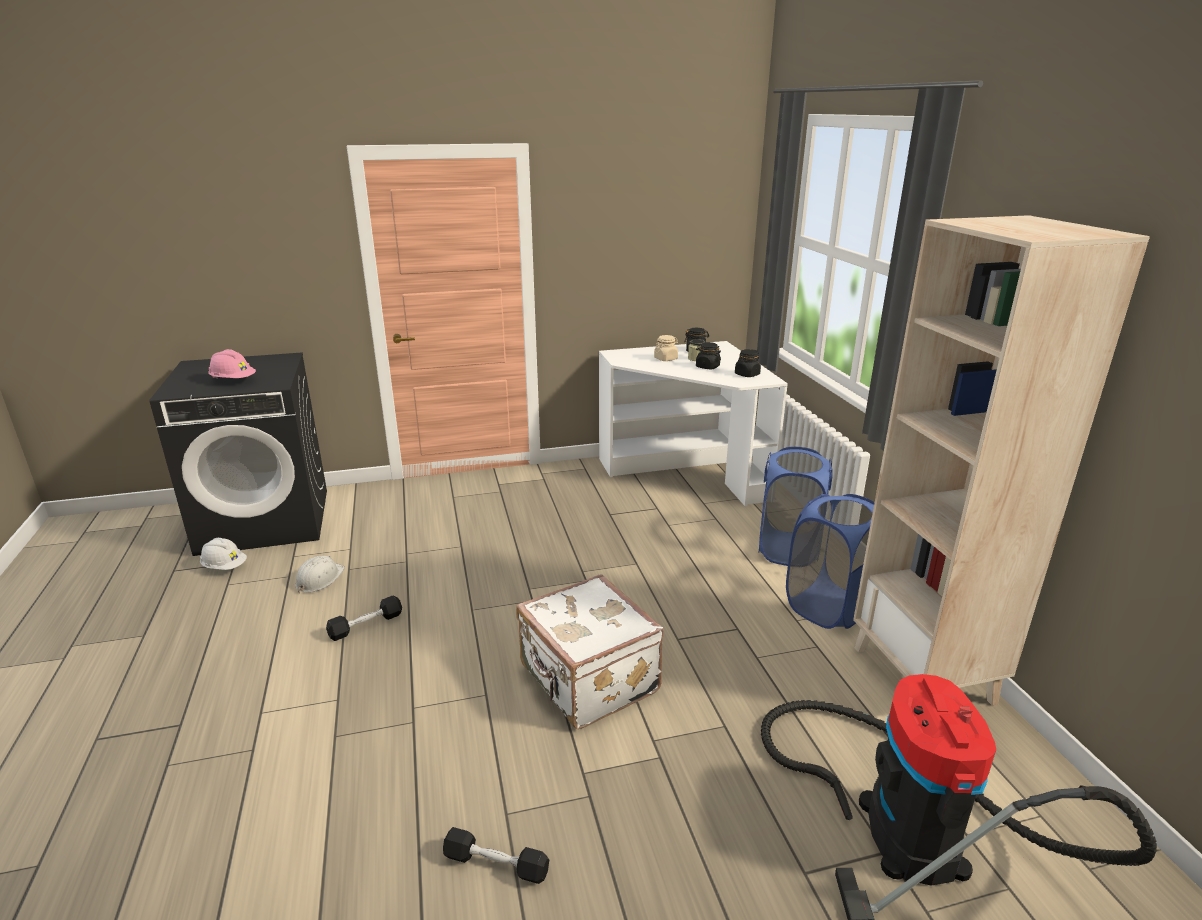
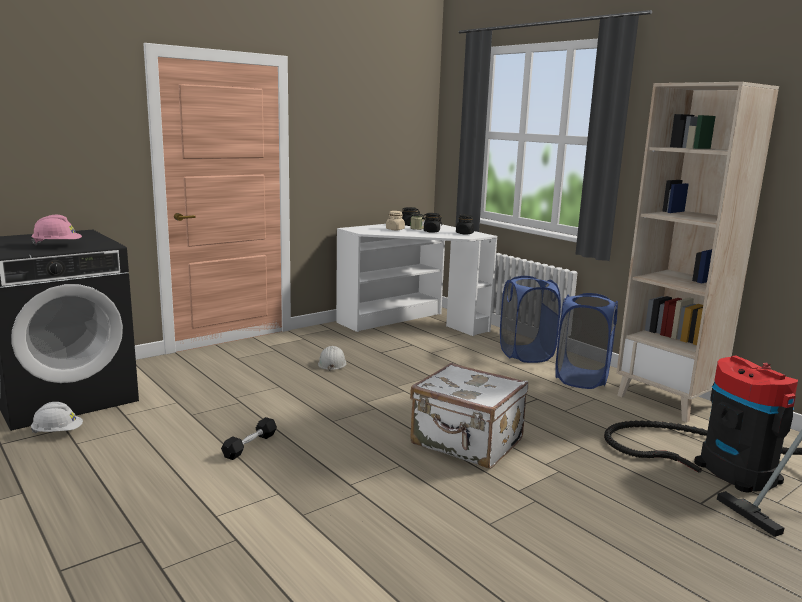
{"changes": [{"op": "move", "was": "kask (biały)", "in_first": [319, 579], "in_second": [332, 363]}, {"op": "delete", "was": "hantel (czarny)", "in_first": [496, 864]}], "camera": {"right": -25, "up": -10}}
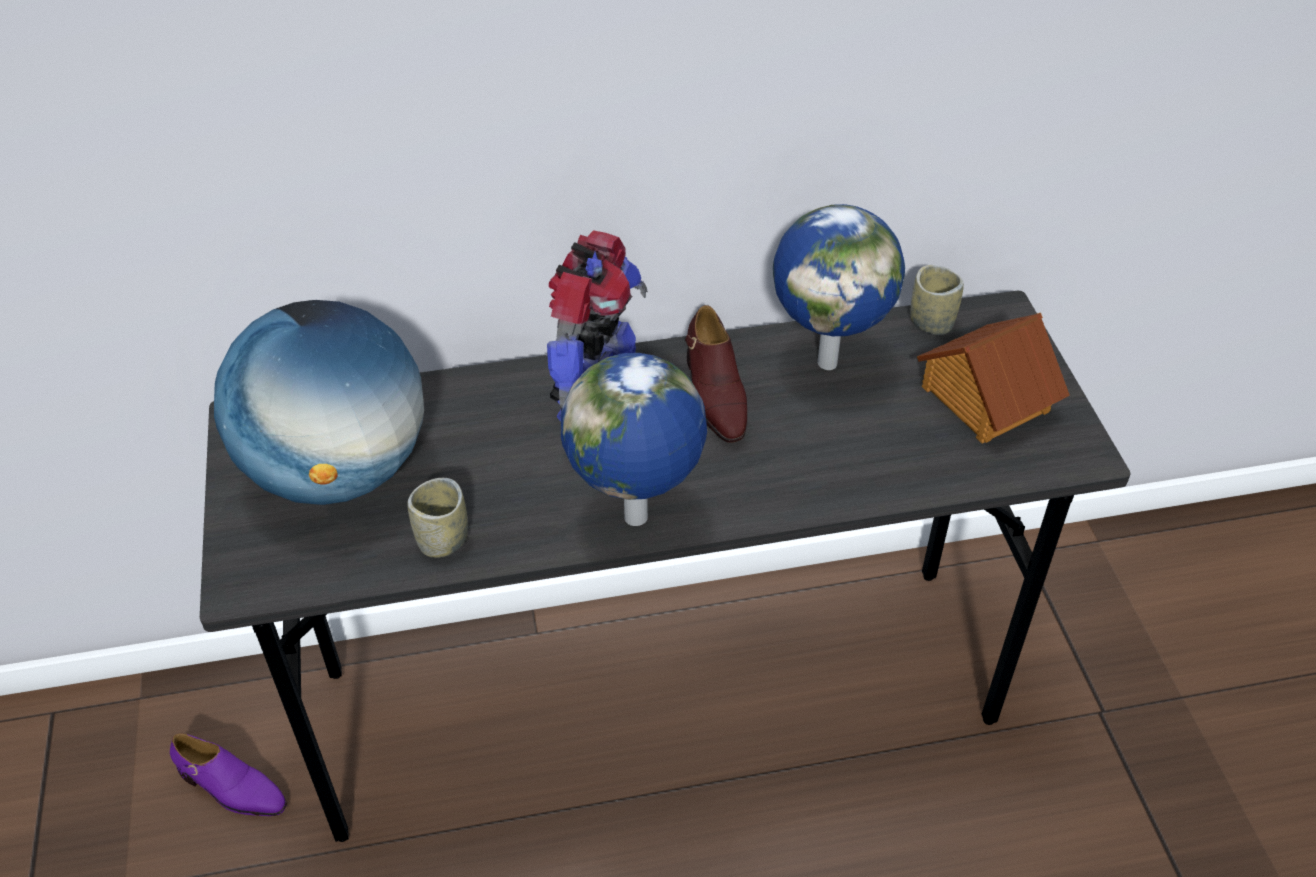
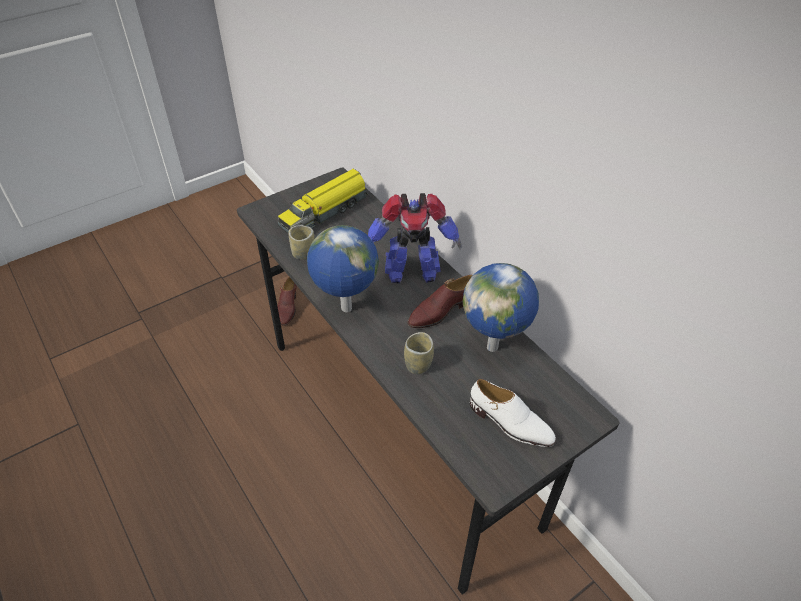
{"changes": [{"op": "move", "was": "filiżanka", "in_first": [931, 322], "in_second": [418, 364]}, {"op": "replace", "was": "globus", "now": "ciężarówka zabawkowa", "in_first": [338, 471], "in_second": [325, 212]}, {"op": "replace", "was": "domek", "now": "but (biały)", "in_first": [984, 398], "in_second": [510, 423]}, {"op": "recolor", "was": "but (fioletowy)", "now": "but (brązowy)", "in_first": [231, 788], "in_second": [287, 307]}], "camera": {"right": 65, "up": 0}}
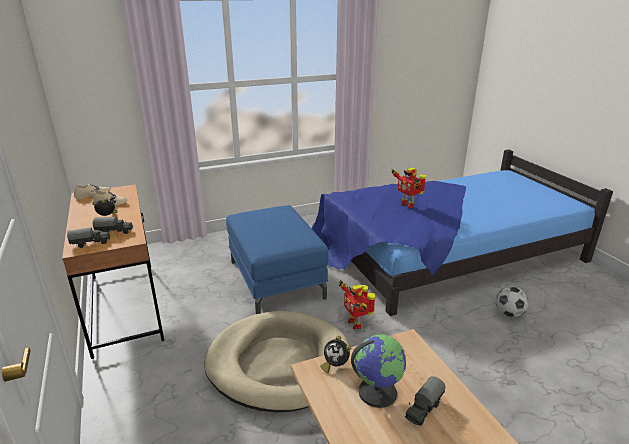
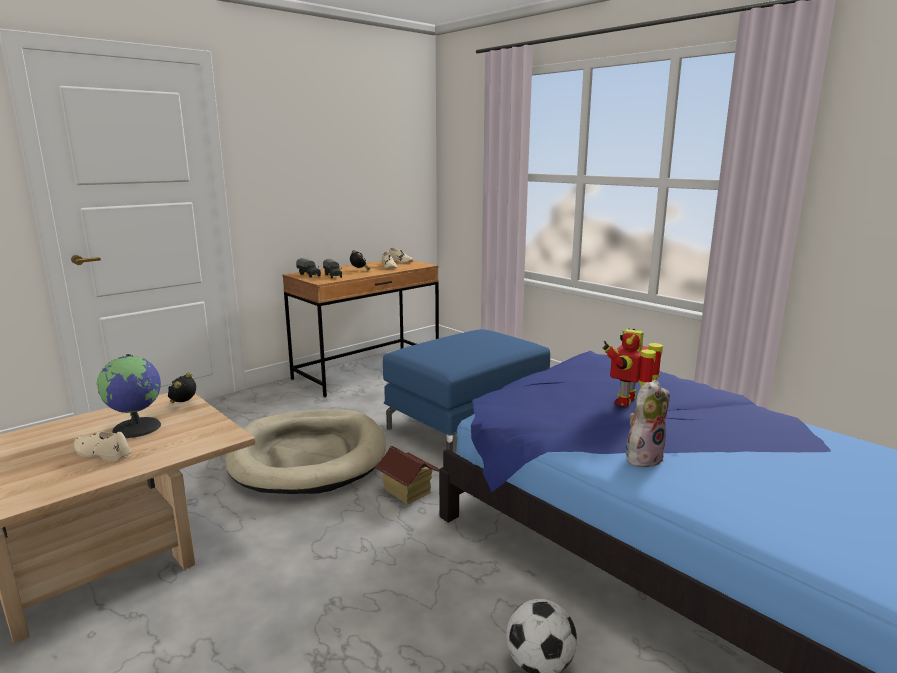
{"changes": [{"op": "replace", "was": "robot zabawkowy", "now": "domek", "in_first": [356, 323], "in_second": [407, 492]}, {"op": "replace", "was": "ciężarówka zabawkowa", "now": "but (beżowy)", "in_first": [423, 409], "in_second": [101, 452]}, {"op": "insert", "now": "pluszak", "in_second": [643, 457]}], "camera": {"right": 70, "up": -10}}
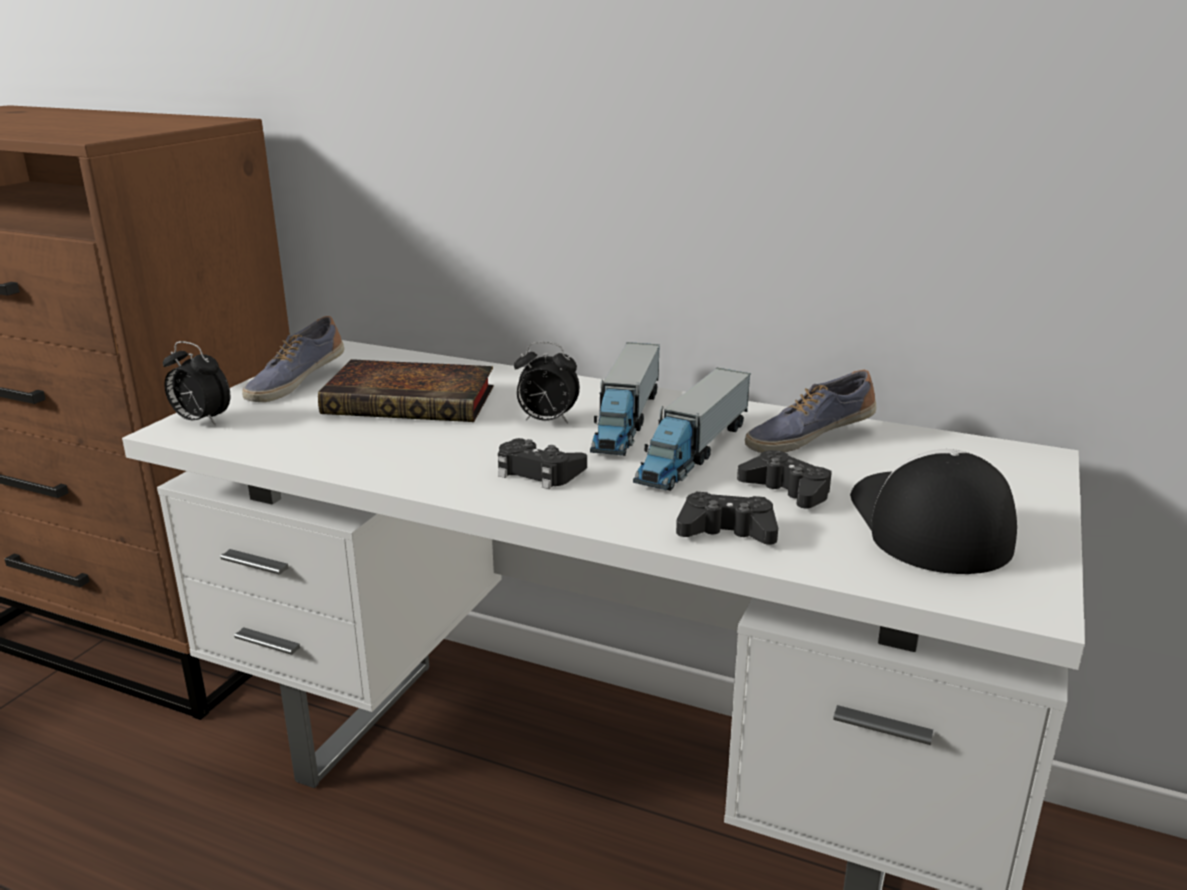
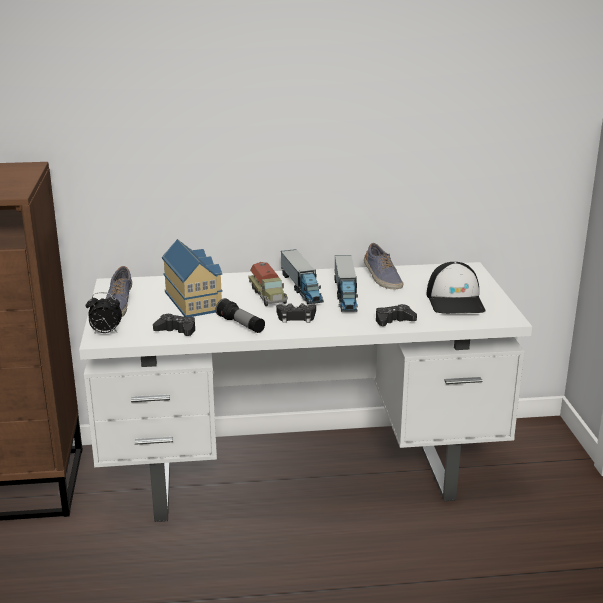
{"changes": [{"op": "replace", "was": "budzik", "now": "ciężarówka zabawkowa", "in_first": [546, 421], "in_second": [268, 296]}, {"op": "replace", "was": "książka", "now": "domek", "in_first": [415, 401], "in_second": [195, 300]}, {"op": "rotate", "was": "but", "in_first": [808, 437], "in_second": [381, 278], "clockwise": -60}, {"op": "rotate", "was": "czapka z daszkiem", "in_first": [927, 523], "in_second": [456, 301], "clockwise": -150}, {"op": "move", "was": "pad do gier (czarny)", "in_first": [786, 490], "in_second": [176, 330]}, {"op": "insert", "now": "latarka", "in_second": [241, 325]}], "camera": {"right": -30, "up": 0}}
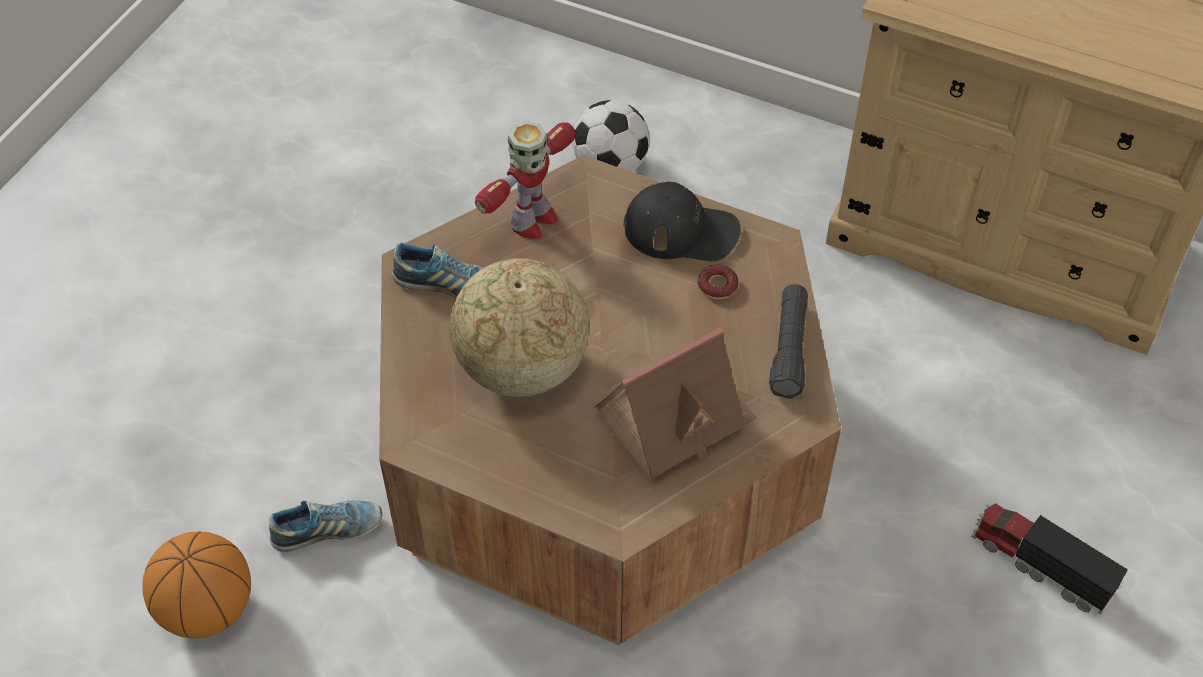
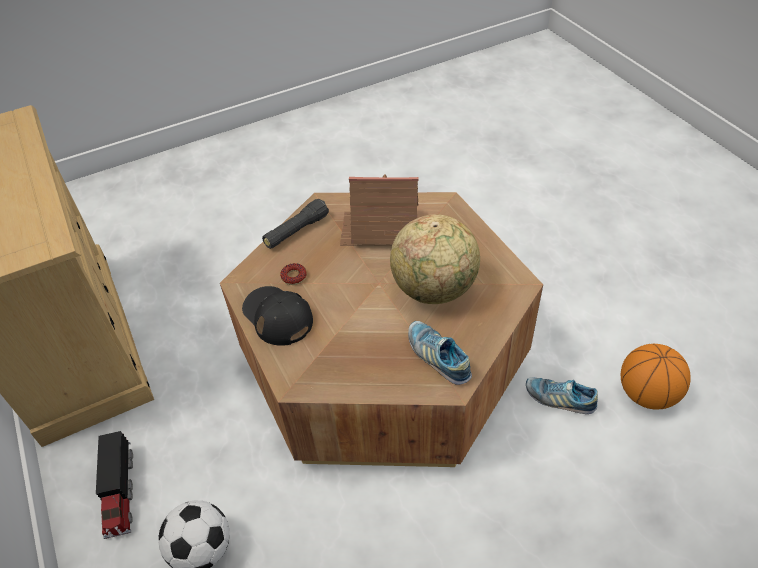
{"changes": [{"op": "delete", "was": "robot zabawkowy", "in_first": [532, 221]}, {"op": "move", "was": "ciężarówka zabawkowa", "in_first": [1040, 564], "in_second": [119, 492]}], "camera": {"right": -140, "up": -5}}
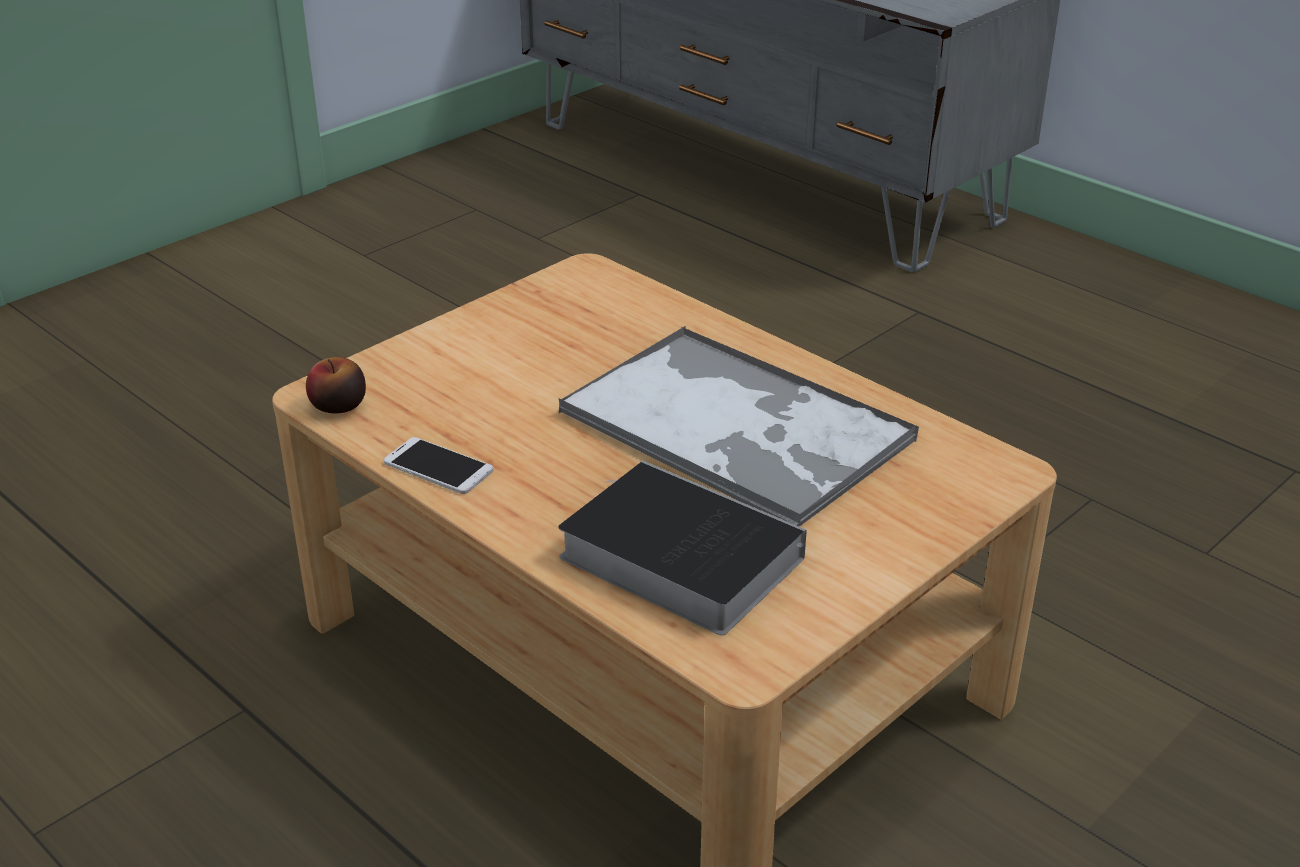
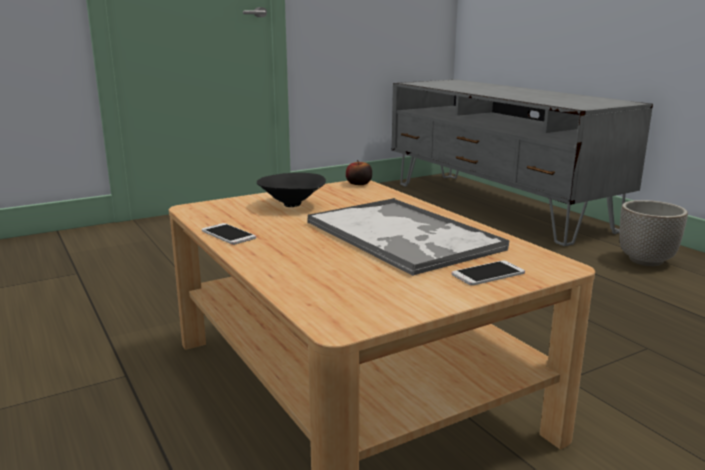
{"changes": [{"op": "move", "was": "jabłko", "in_first": [338, 405], "in_second": [358, 184]}, {"op": "delete", "was": "książka", "in_first": [673, 556]}, {"op": "insert", "now": "miska (czarny)", "in_second": [293, 205]}, {"op": "insert", "now": "donica", "in_second": [646, 261]}, {"op": "insert", "now": "telefon", "in_second": [488, 274]}], "camera": {"right": 15, "up": -15}}
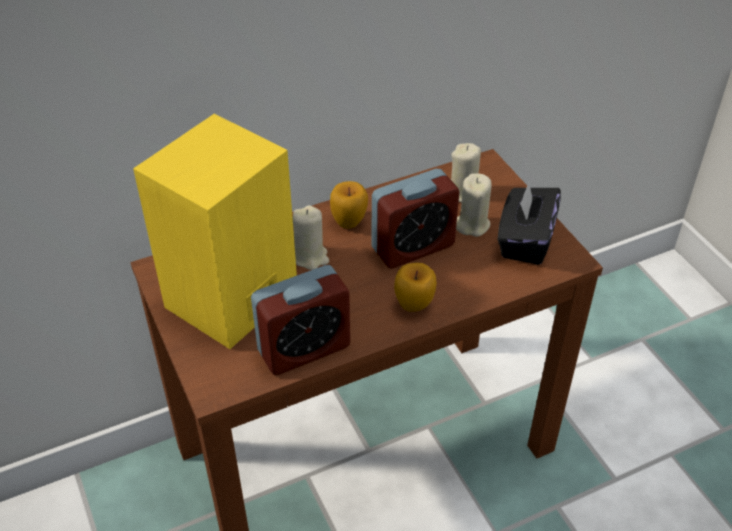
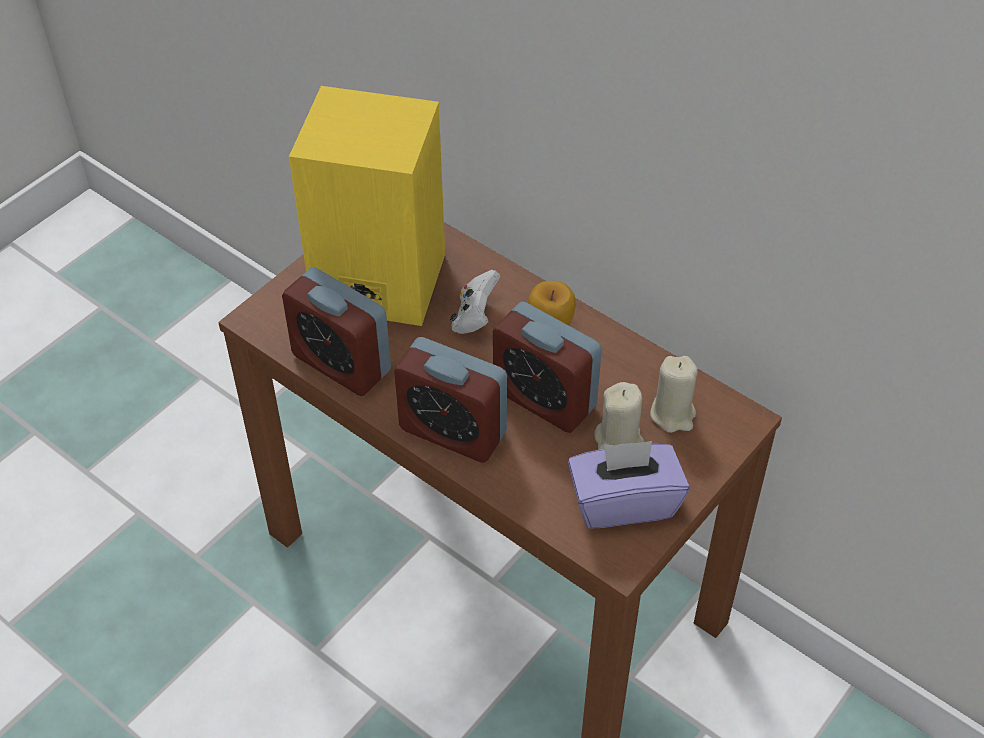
{"changes": [{"op": "recolor", "was": "pudełko chusteczek (czarny)", "now": "pudełko chusteczek (fioletowy)", "in_first": [525, 241], "in_second": [623, 502]}, {"op": "replace", "was": "świeca (beżowy)", "now": "pad do gier (biały)", "in_first": [310, 257], "in_second": [474, 317]}, {"op": "replace", "was": "jabłko", "now": "budzik", "in_first": [414, 305], "in_second": [453, 431]}], "camera": {"right": 65, "up": 5}}
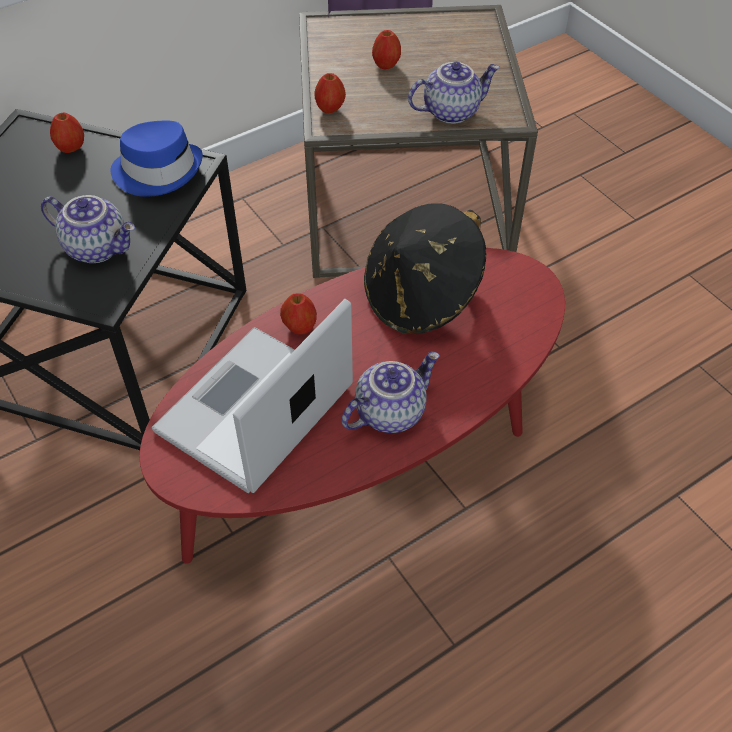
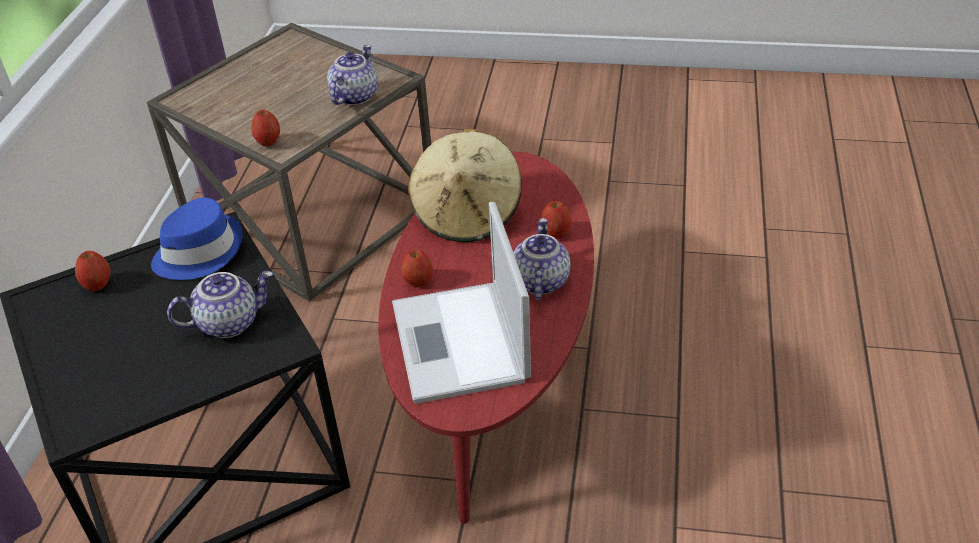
{"changes": [{"op": "move", "was": "jabłko", "in_first": [386, 65], "in_second": [555, 233]}, {"op": "recolor", "was": "kapelusz (czarny)", "now": "kapelusz (beżowy)", "in_first": [422, 297], "in_second": [467, 214]}], "camera": {"right": -45, "up": -10}}
